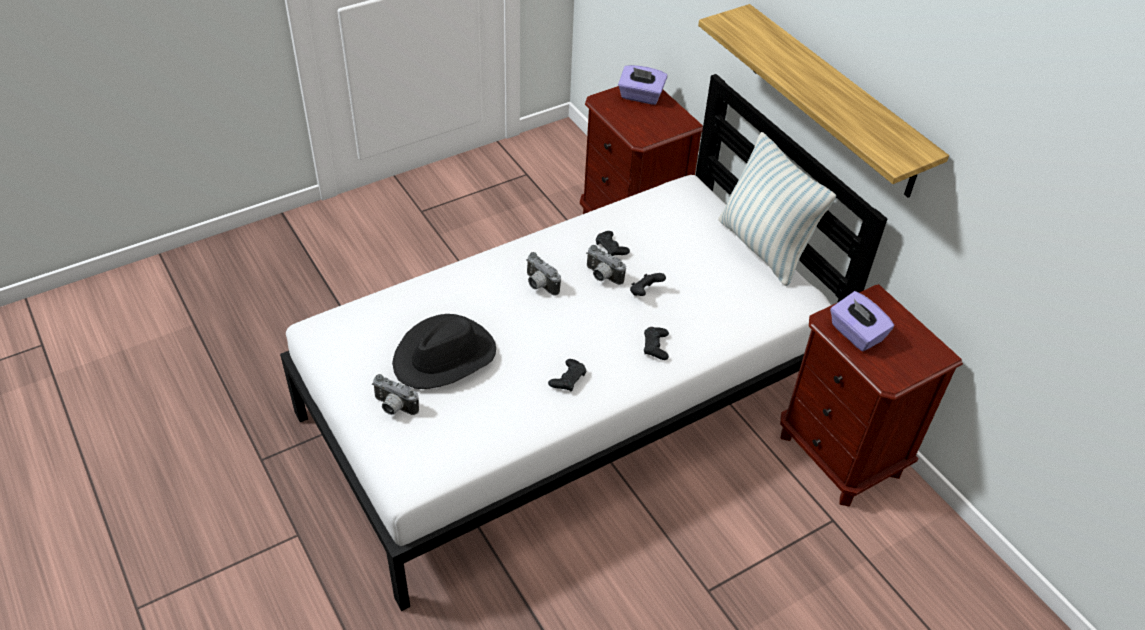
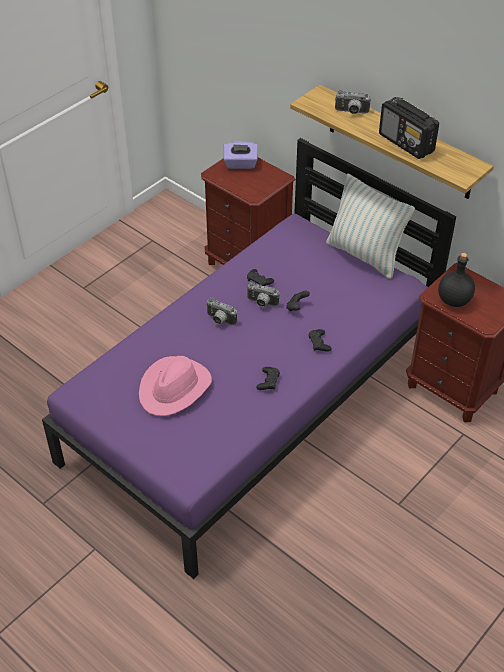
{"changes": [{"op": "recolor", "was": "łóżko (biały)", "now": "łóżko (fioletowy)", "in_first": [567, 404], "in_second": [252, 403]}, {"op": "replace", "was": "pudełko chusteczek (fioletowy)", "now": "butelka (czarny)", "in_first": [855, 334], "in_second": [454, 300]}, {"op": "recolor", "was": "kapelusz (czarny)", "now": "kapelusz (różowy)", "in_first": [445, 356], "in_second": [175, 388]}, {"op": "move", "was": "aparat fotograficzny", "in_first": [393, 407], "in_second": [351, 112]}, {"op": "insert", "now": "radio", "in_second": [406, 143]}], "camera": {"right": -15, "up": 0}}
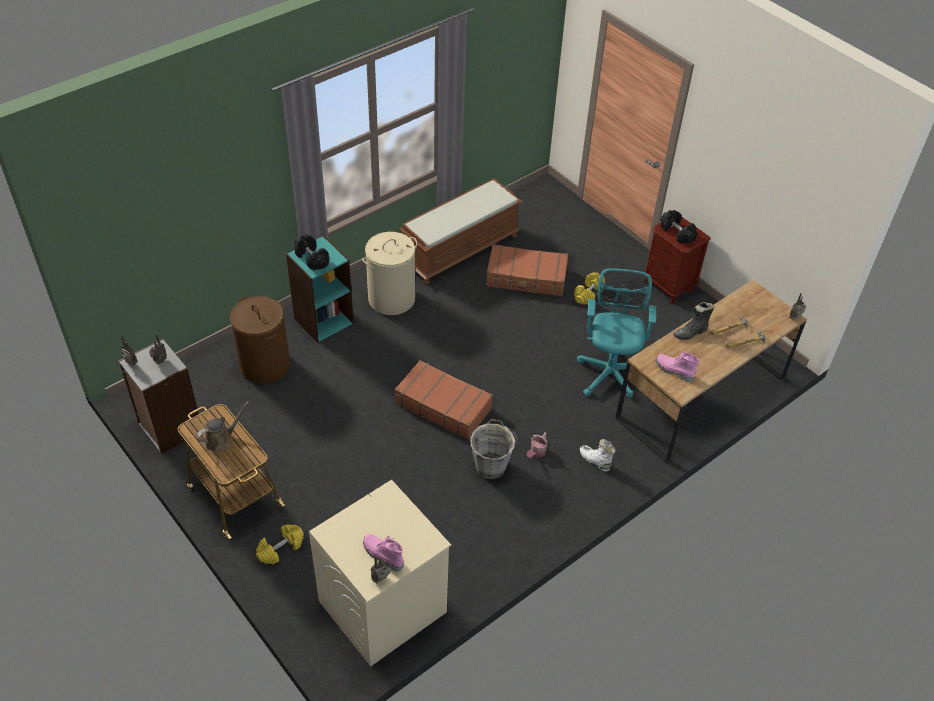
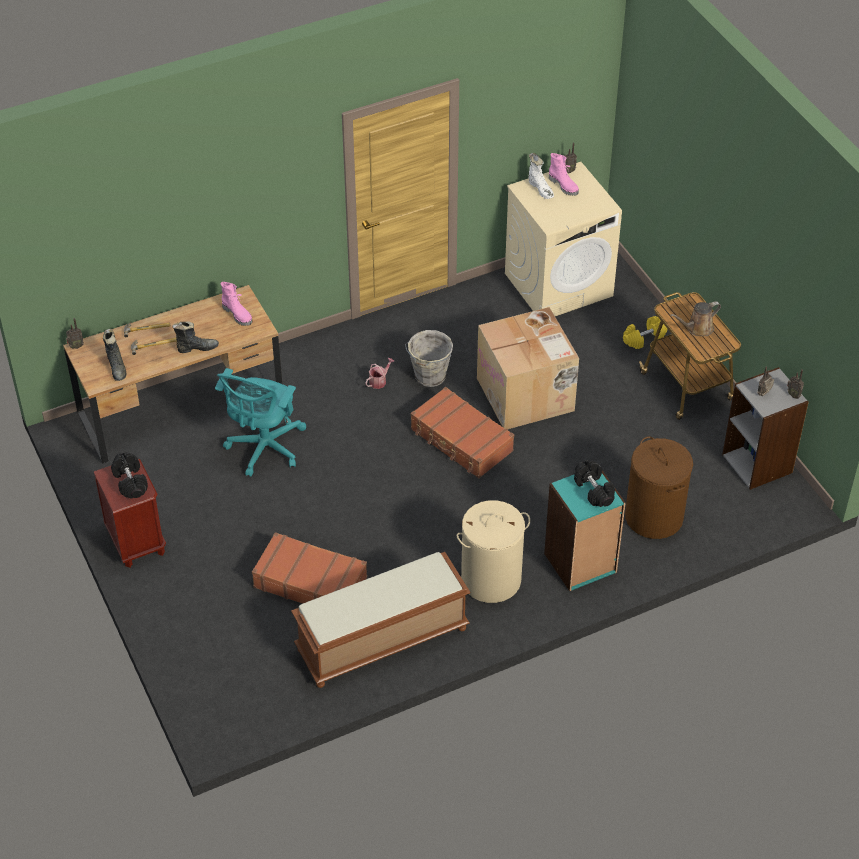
{"changes": [{"op": "delete", "was": "hantel (żółty)", "in_first": [589, 294]}, {"op": "move", "was": "but z cholewką (biały)", "in_first": [595, 460], "in_second": [540, 189]}, {"op": "insert", "now": "karton", "in_second": [526, 395]}, {"op": "insert", "now": "but z cholewką (czarny)", "in_second": [117, 368]}], "camera": {"right": -165, "up": 0}}
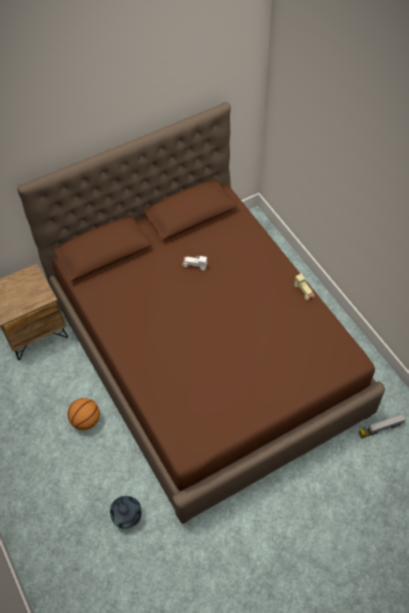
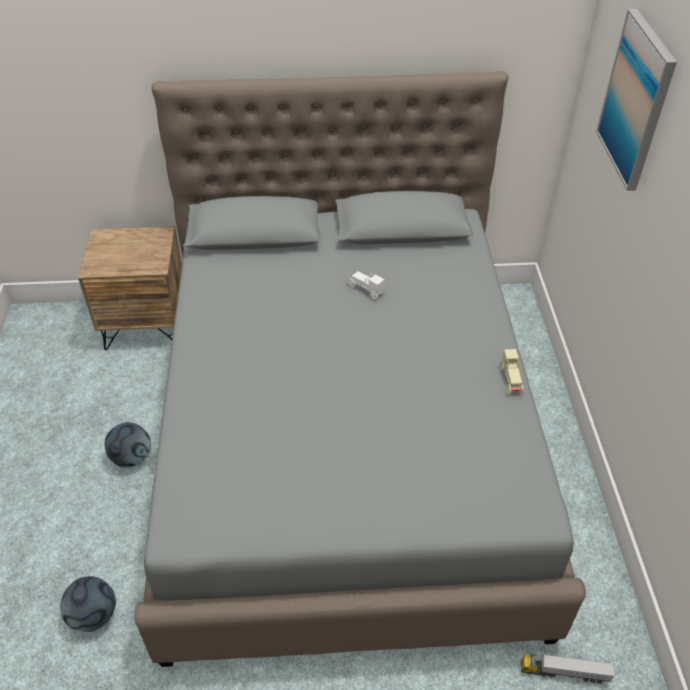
{"changes": [{"op": "recolor", "was": "łóżko (brązowy)", "now": "łóżko (szary)", "in_first": [205, 355], "in_second": [345, 442]}, {"op": "replace", "was": "piłka do koszykówki", "now": "piłka futbolowa", "in_first": [86, 421], "in_second": [132, 458]}, {"op": "insert", "now": "obraz", "in_second": [636, 100]}], "camera": {"right": 25, "up": -10}}
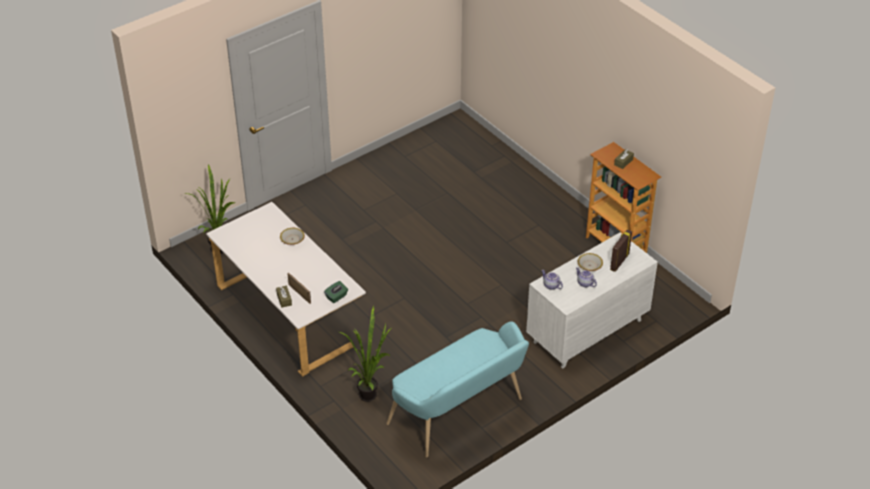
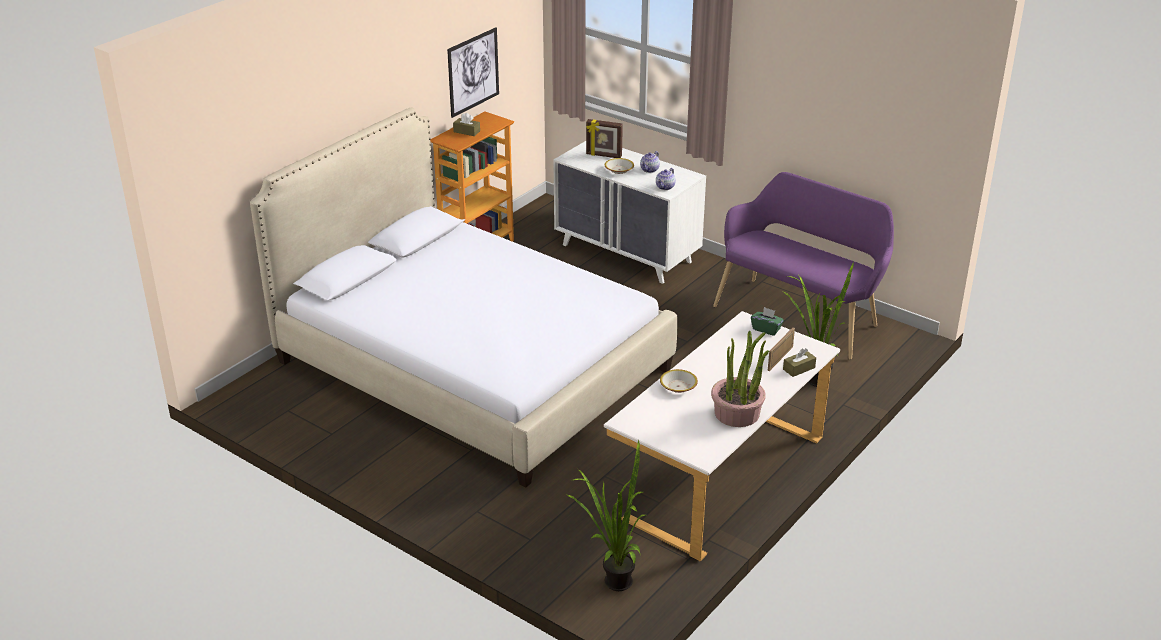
{"changes": [{"op": "recolor", "was": "ławka (turkusowy)", "now": "ławka (fioletowy)", "in_first": [460, 414], "in_second": [800, 314]}, {"op": "insert", "now": "obraz", "in_second": [473, 72]}, {"op": "insert", "now": "łóżko", "in_second": [472, 365]}, {"op": "insert", "now": "roślina doniczkowa", "in_second": [737, 413]}], "camera": {"right": -105, "up": -10}}
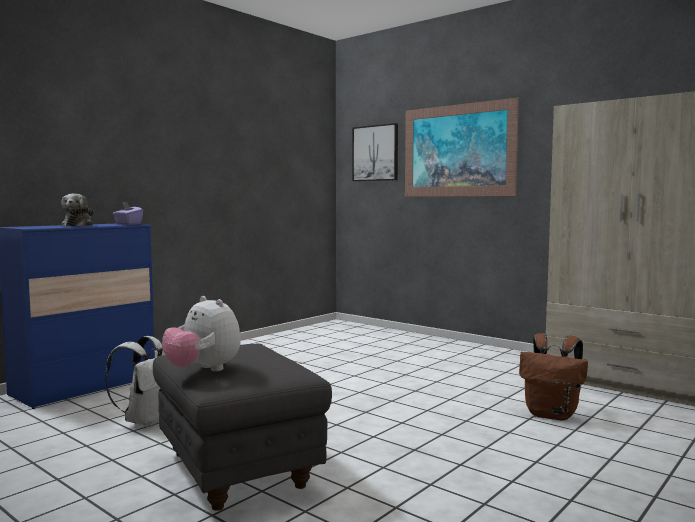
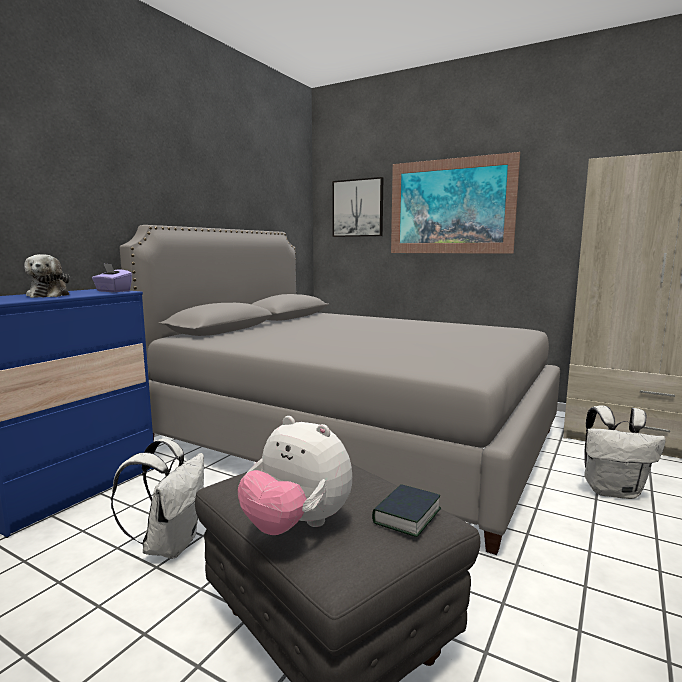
{"changes": [{"op": "recolor", "was": "plecak (brązowy)", "now": "plecak (biały)", "in_first": [552, 415], "in_second": [613, 491]}, {"op": "insert", "now": "łóżko (szary)", "in_second": [353, 438]}, {"op": "insert", "now": "książka", "in_second": [407, 516]}], "camera": {"right": -10, "up": 5}}
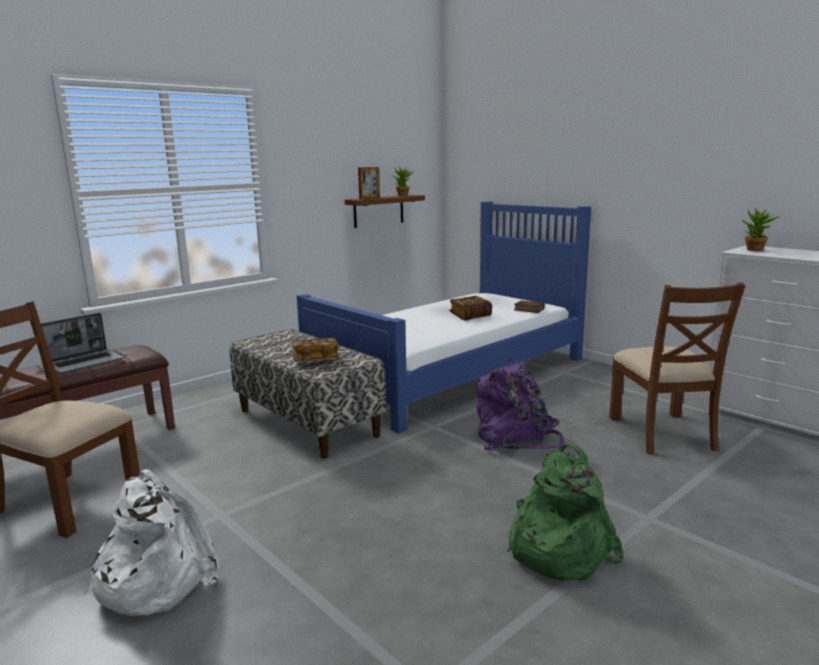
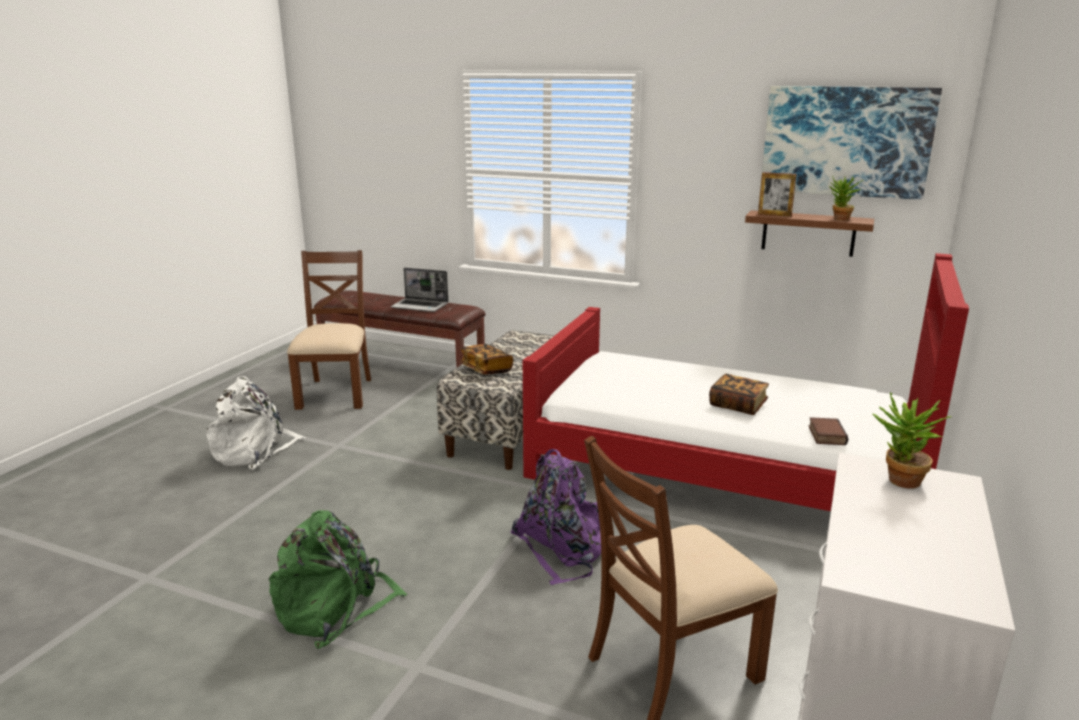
{"changes": [{"op": "recolor", "was": "łóżko (niebieski)", "now": "łóżko (czerwony)", "in_first": [451, 373], "in_second": [723, 469]}, {"op": "insert", "now": "obraz", "in_second": [846, 141]}], "camera": {"right": 65, "up": 5}}
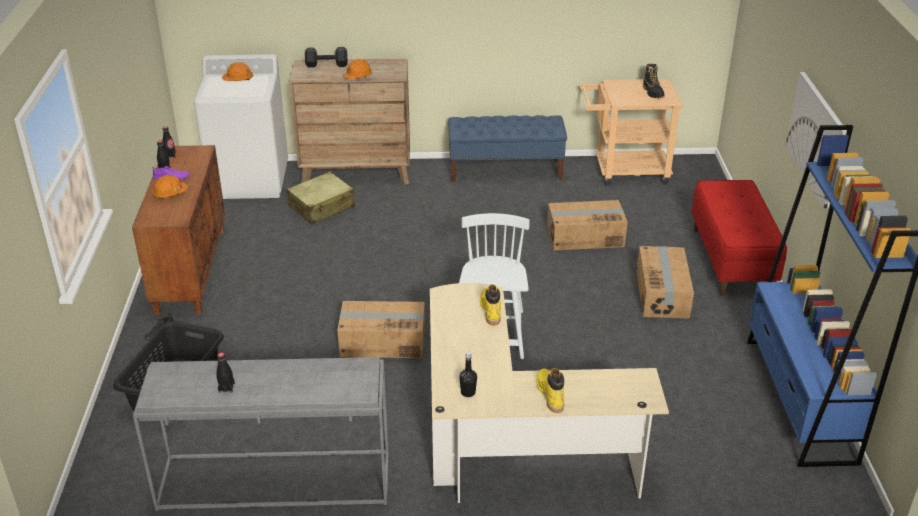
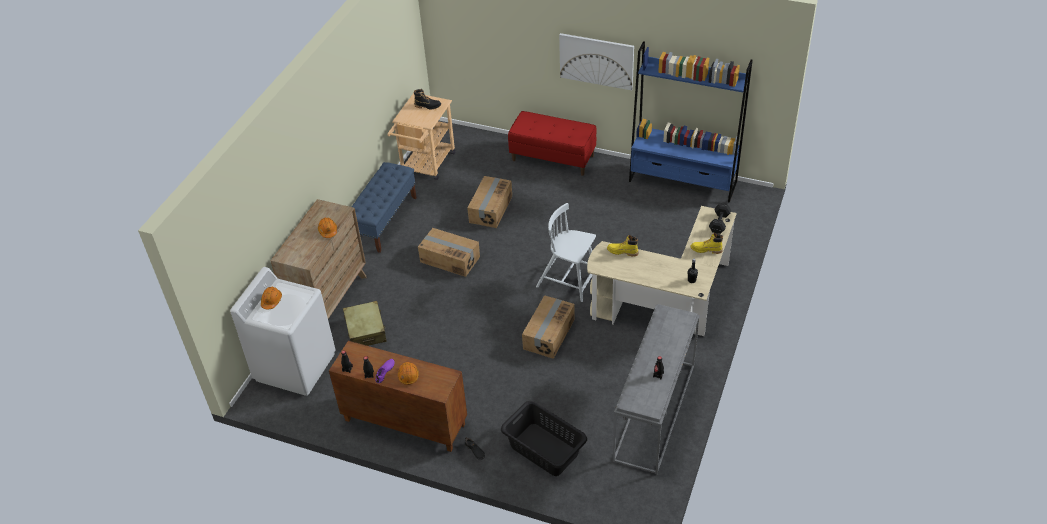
{"changes": [{"op": "move", "was": "hantel (czarny)", "in_first": [326, 65], "in_second": [719, 223]}, {"op": "move", "was": "karton", "in_first": [663, 294], "in_second": [450, 259]}], "camera": {"right": -65, "up": 10}}
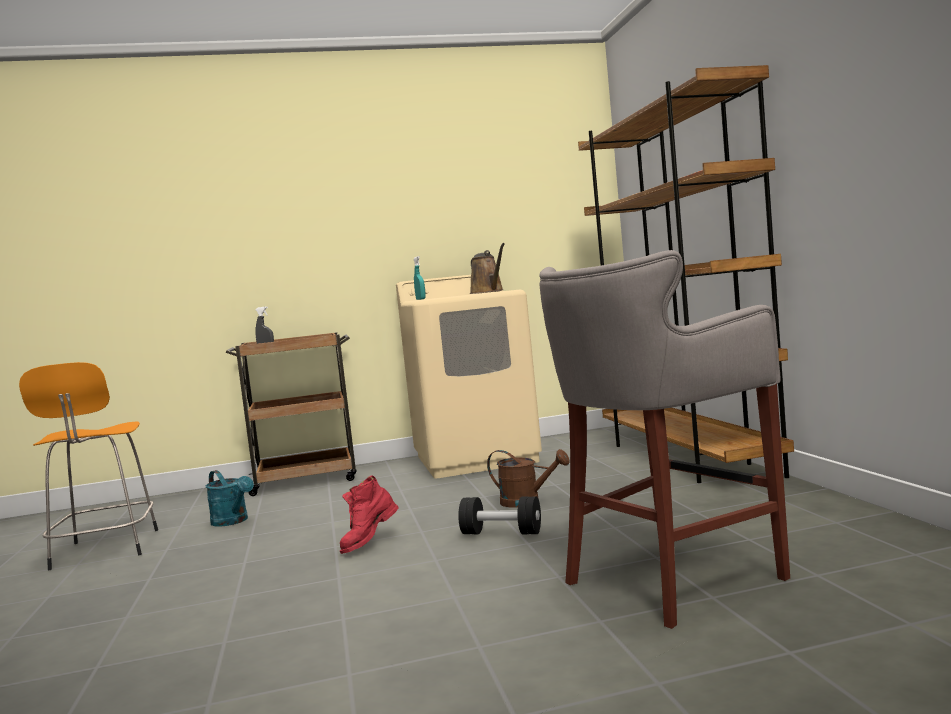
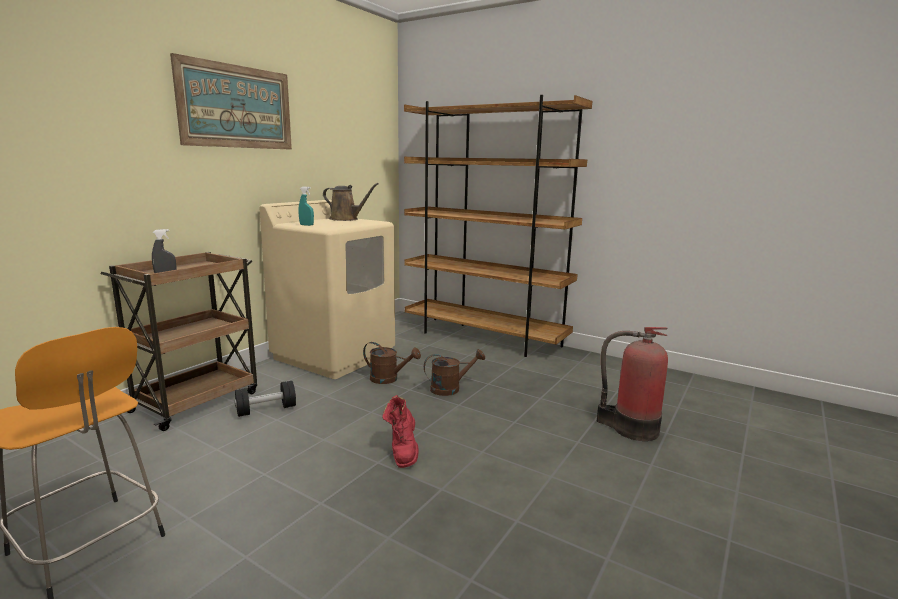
{"changes": [{"op": "replace", "was": "stołek (szary)", "now": "gaśnica", "in_first": [667, 581], "in_second": [631, 428]}, {"op": "delete", "was": "konewka (turkusowy)", "in_first": [233, 521]}, {"op": "move", "was": "hantel (czarny)", "in_first": [501, 533], "in_second": [266, 410]}, {"op": "insert", "now": "obraz", "in_second": [237, 107]}, {"op": "insert", "now": "konewka (brązowy)", "in_second": [389, 379]}], "camera": {"right": -45, "up": 10}}
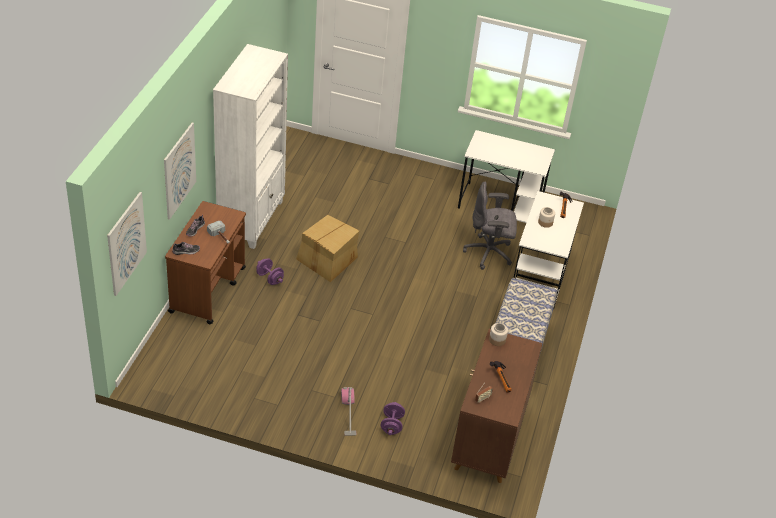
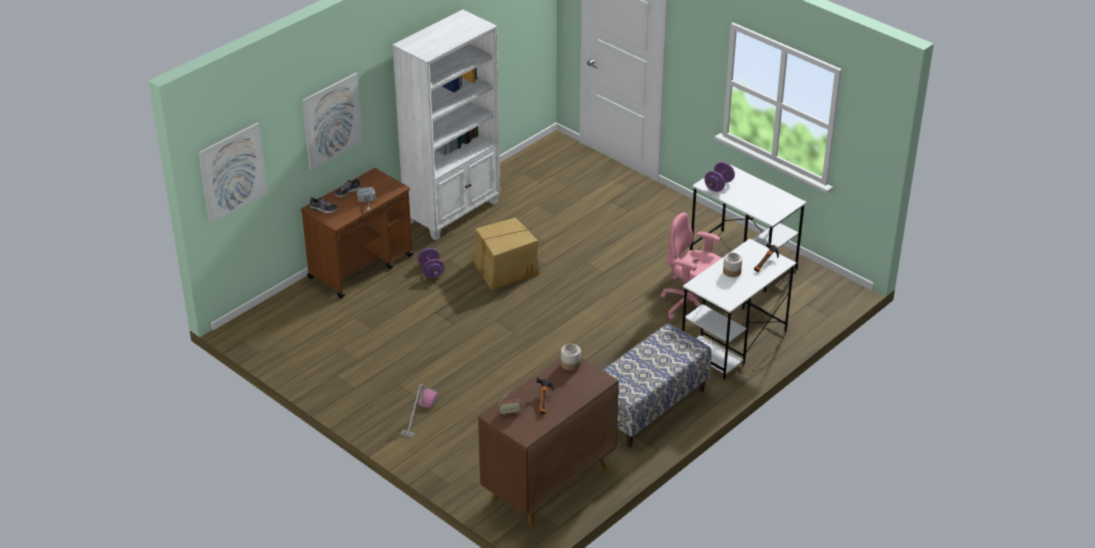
{"changes": [{"op": "recolor", "was": "krzesło biurowe (szary)", "now": "krzesło biurowe (różowy)", "in_first": [489, 253], "in_second": [691, 305]}, {"op": "move", "was": "hantel (fioletowy)", "in_first": [392, 425], "in_second": [718, 185]}], "camera": {"right": 30, "up": -5}}
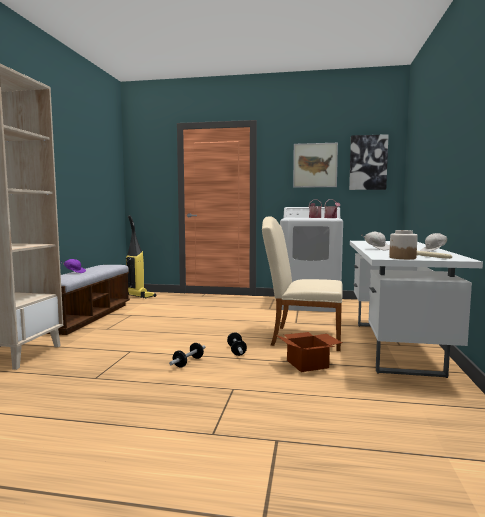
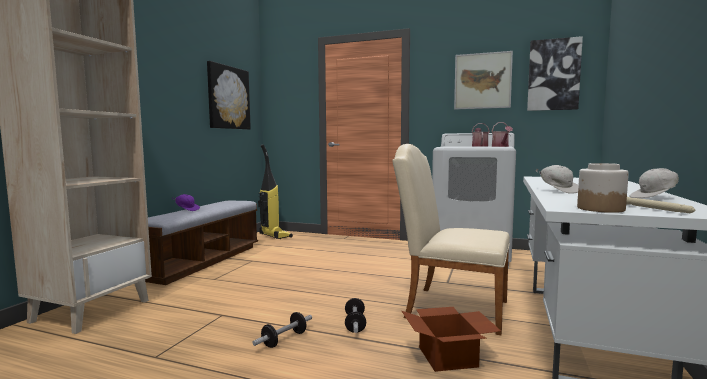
{"changes": [{"op": "insert", "now": "obraz", "in_second": [228, 98]}], "camera": {"right": 10, "up": 0}}
